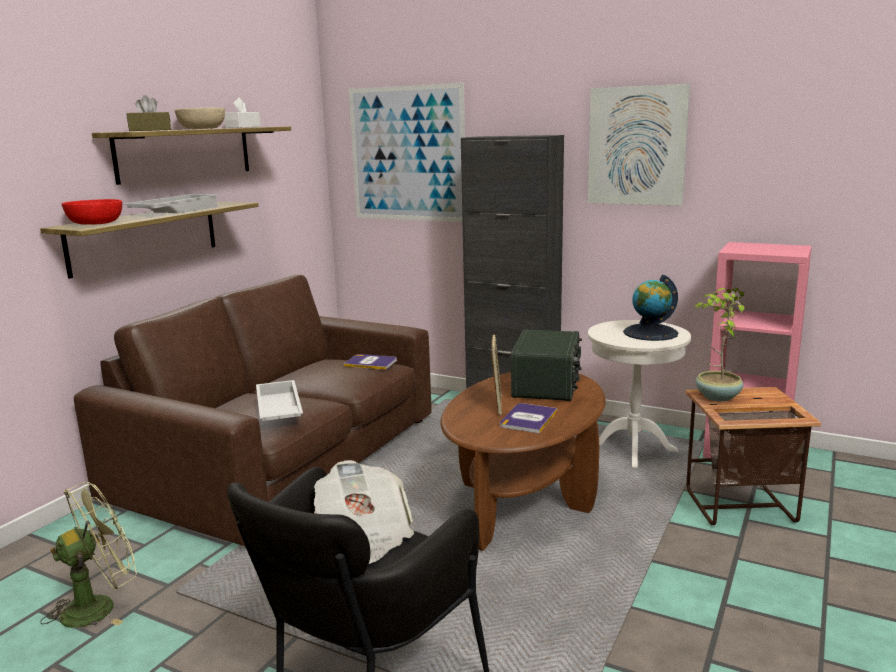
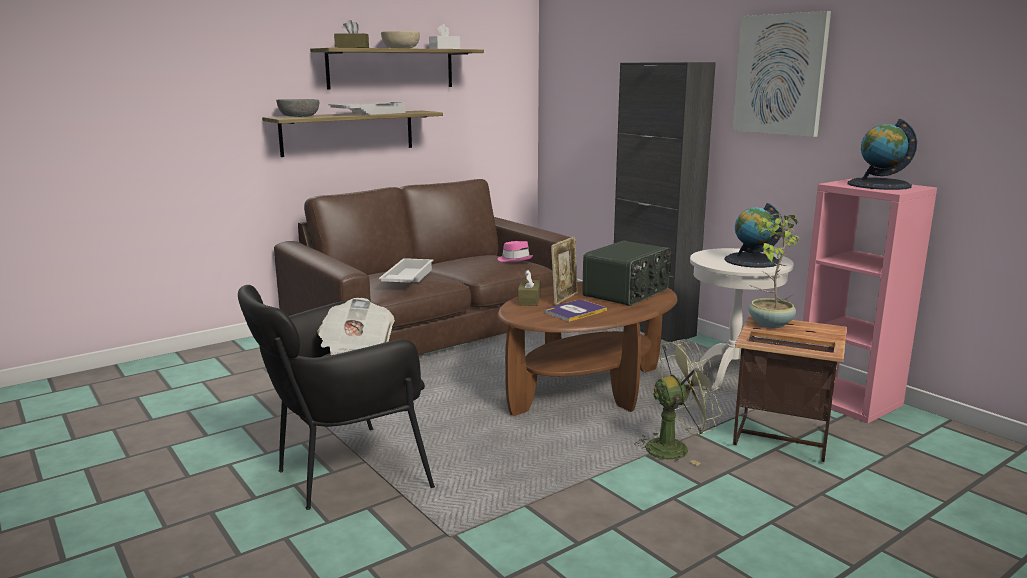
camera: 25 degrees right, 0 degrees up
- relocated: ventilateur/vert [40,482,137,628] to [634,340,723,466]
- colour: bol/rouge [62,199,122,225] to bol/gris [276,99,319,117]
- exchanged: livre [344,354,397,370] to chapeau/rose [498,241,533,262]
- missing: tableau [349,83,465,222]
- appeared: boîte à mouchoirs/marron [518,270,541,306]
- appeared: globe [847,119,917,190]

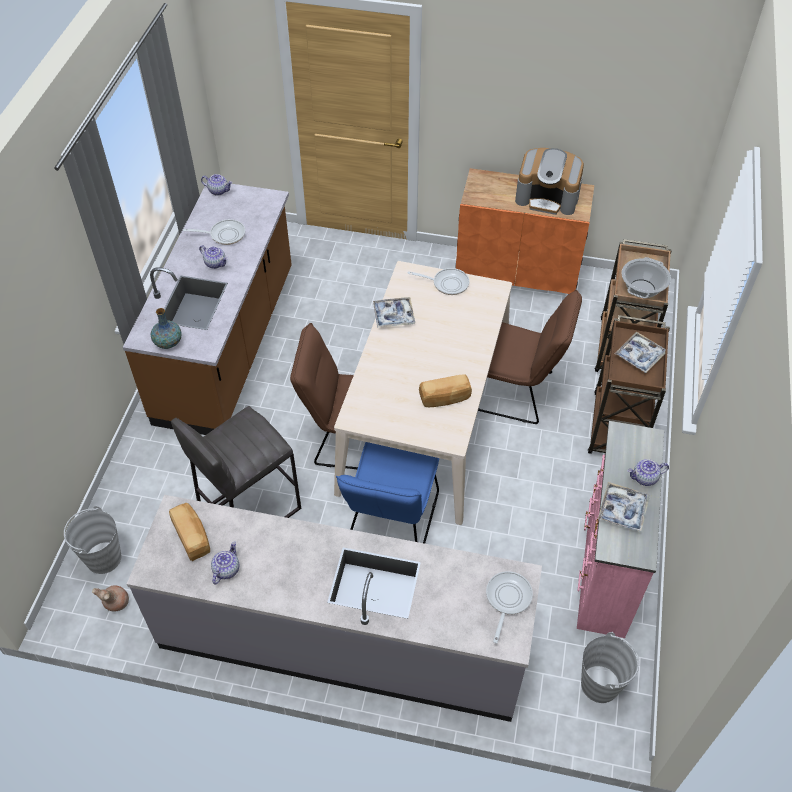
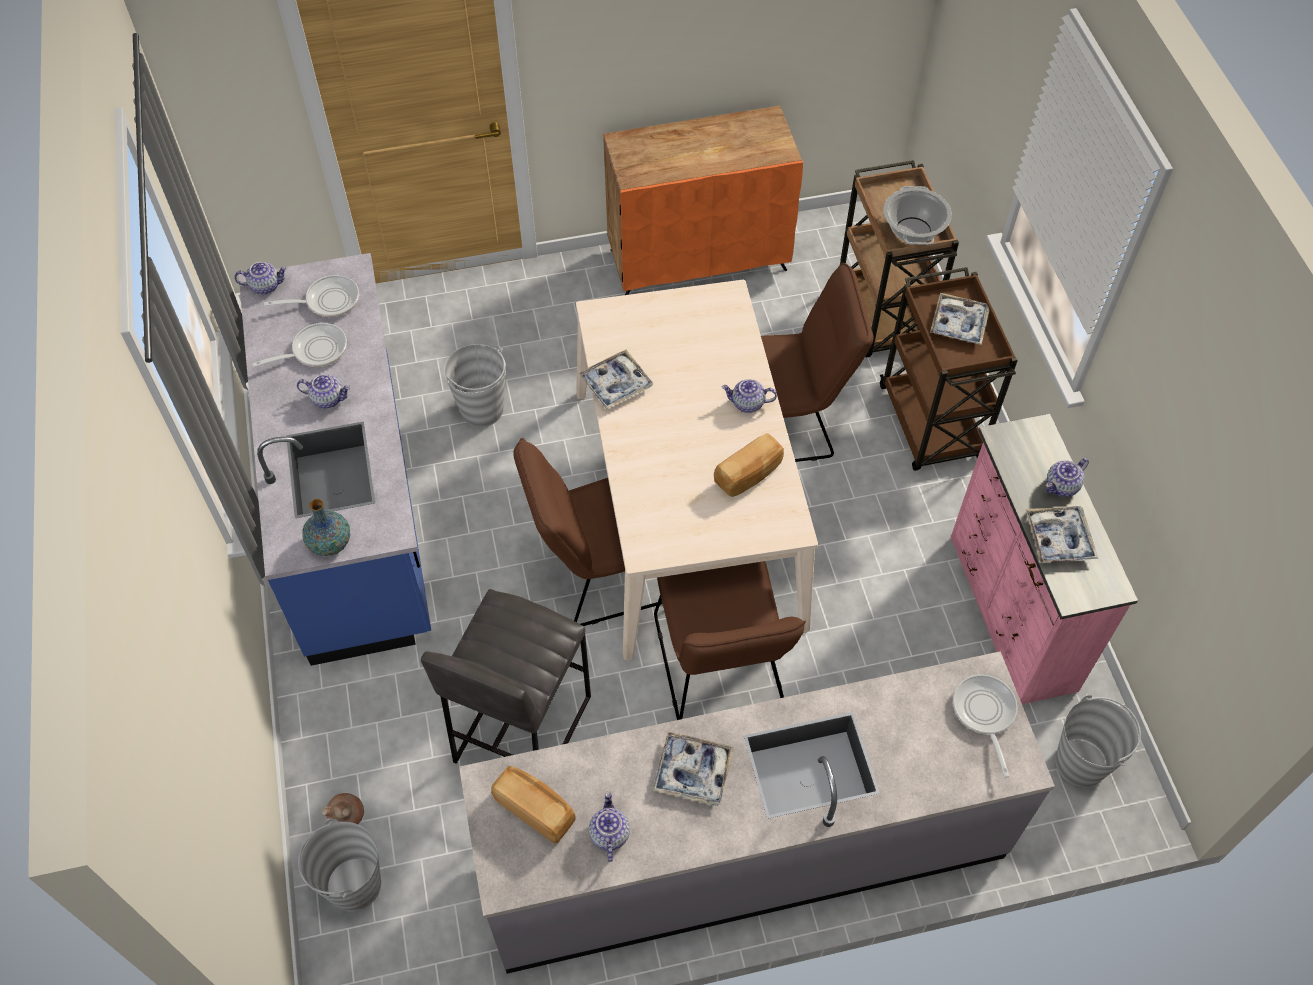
camera: 25 degrees left, 5 degrees up
- relocated: vase/marron [92,585,129,611] to [322,793,364,824]
- colour: comptoir de cuisine/marron [123,183,292,435] to comptoir de cuisine/bleu [239,253,431,666]
- colour: chaise/bleu [336,442,439,544] to chaise/marron [654,561,806,720]
- relocated: poêle [407,268,469,295] to [264,275,359,317]
- missing: machine à café [515,148,584,215]
- appeared: seau/gris [444,344,506,427]
- appeared: plateau [653,732,734,806]
- appeared: théière [721,379,777,413]

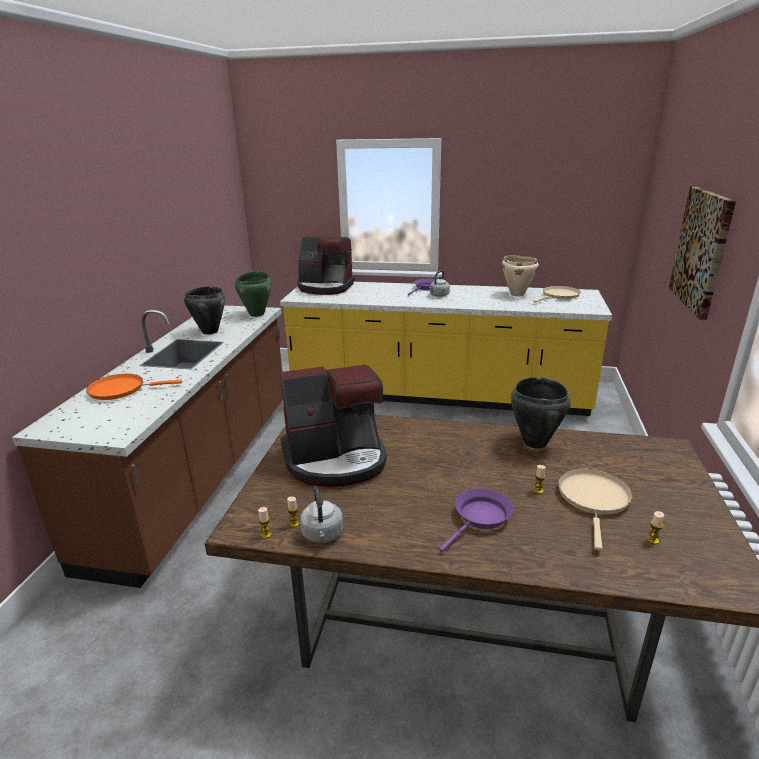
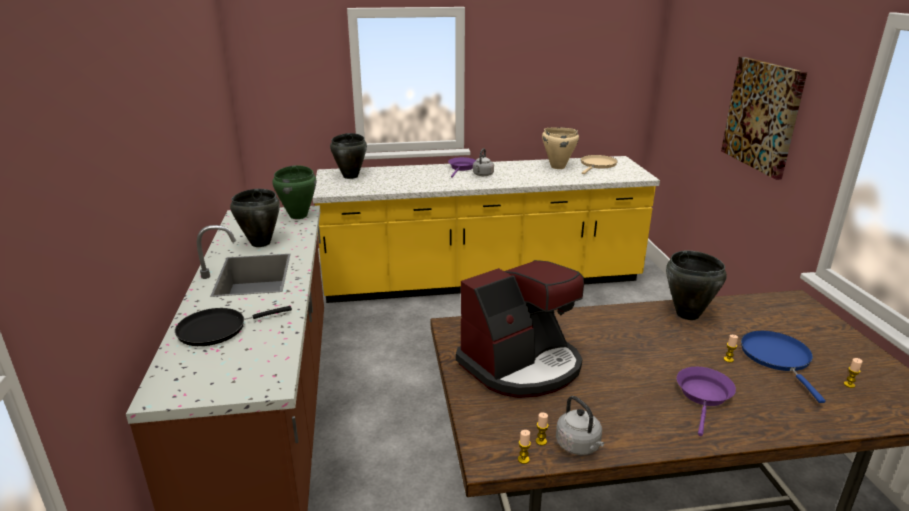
camera: 20 degrees left, 0 degrees up
- colour: poêle/orange [86,374,182,400] to poêle/noir [175,306,292,346]
- exchanged: machine à café [297,236,355,295] to marmite/noir [330,133,367,179]
- colour: poêle/beige [558,468,632,551] to poêle/bleu [741,331,826,403]

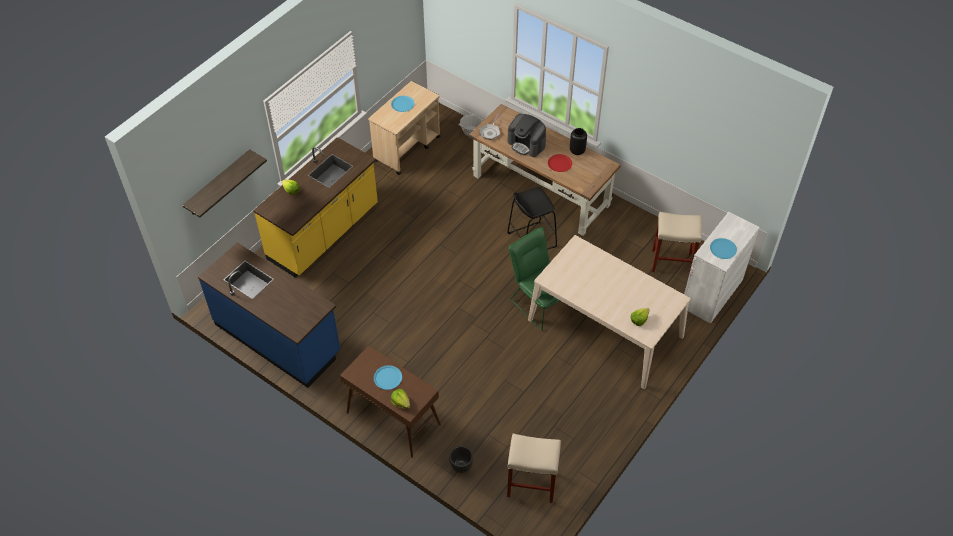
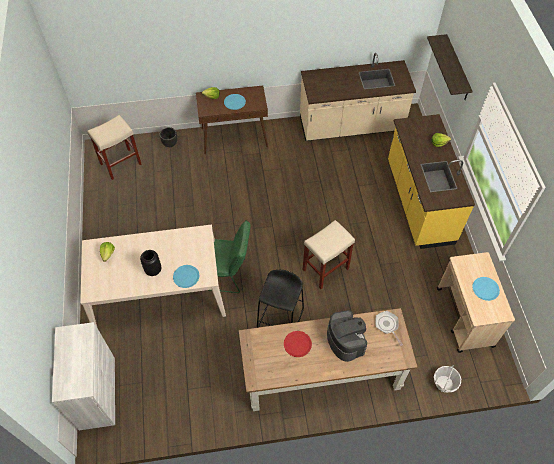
camera: 135 degrees right, 5 degrees up
- colour: comptoir de cuisine/bleu [198,242,340,388] to comptoir de cuisine/beige [300,53,416,141]
- spun: machine à café [508,114,546,157] = [327,310,367,362] 75 degrees clockwise
- relocated: vase/noir [570,128,587,155] to [140,250,161,276]
- relocated: tabouret/beige [652,212,702,274] to [303,220,355,289]
- relocated: assiette/bleu [710,238,737,259] to [173,265,199,288]

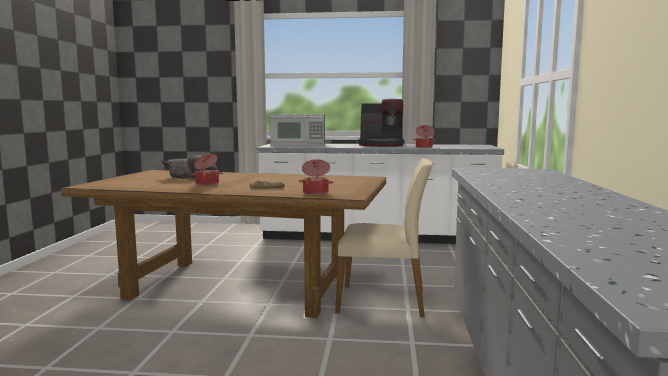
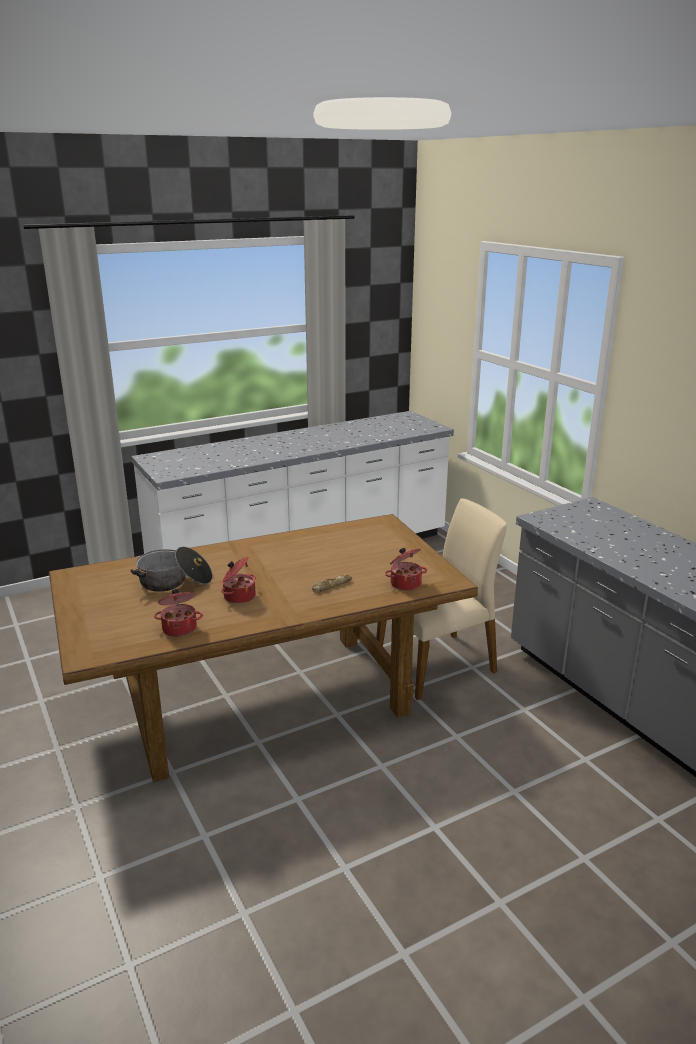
camera: 35 degrees left, 15 degrees up
- missing: micro-ondes [270,114,325,146]
- missing: machine à café [358,99,405,147]
- relocated: marmite [413,125,436,148] to [154,589,203,637]

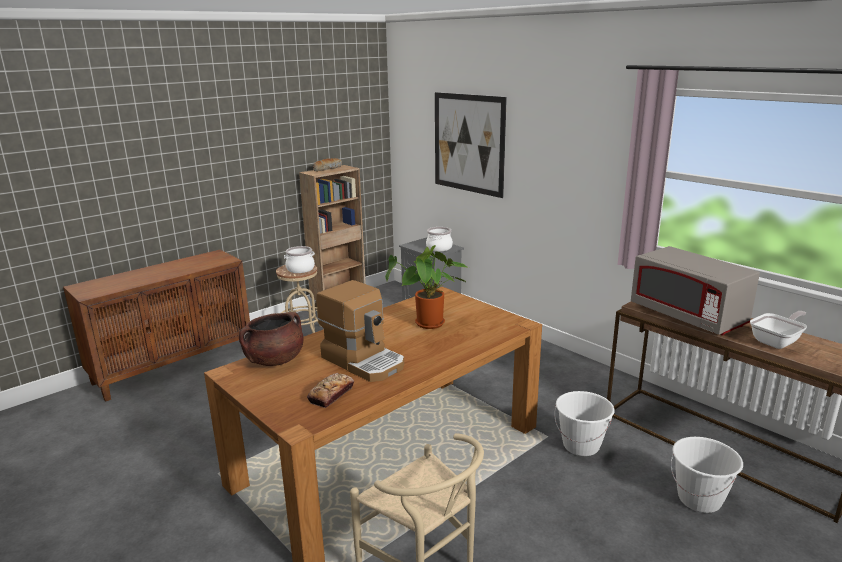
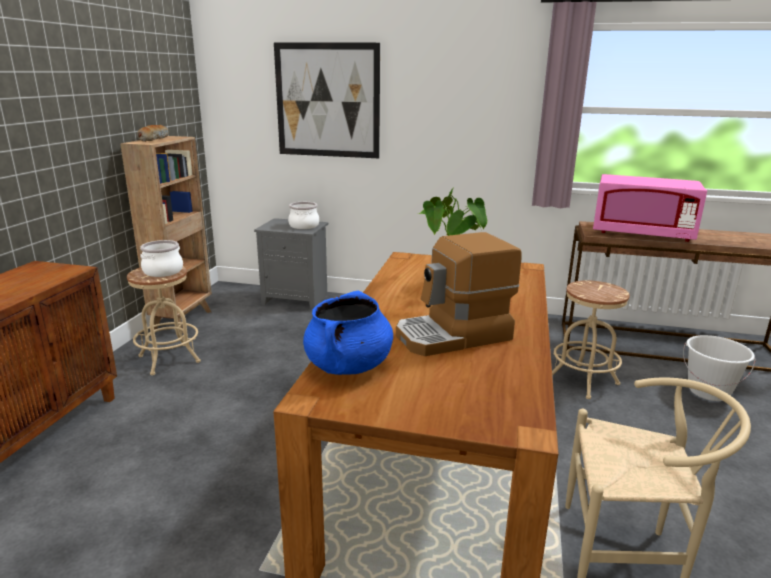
camera: 35 degrees left, 0 degrees up
- colour: marmite/marron [239,312,304,366] to marmite/bleu [303,291,393,375]
- missing: pain [307,373,354,408]
- spun: machine à café [316,280,404,382] = [396,232,522,356] 150 degrees clockwise
- exchanged: seau/blanc [554,391,615,456] to tabouret/beige [552,281,630,399]
- colour: micro-ondes/gris [631,246,760,335] to micro-ondes/rose [593,174,707,242]
- missing: poêle [750,311,807,349]

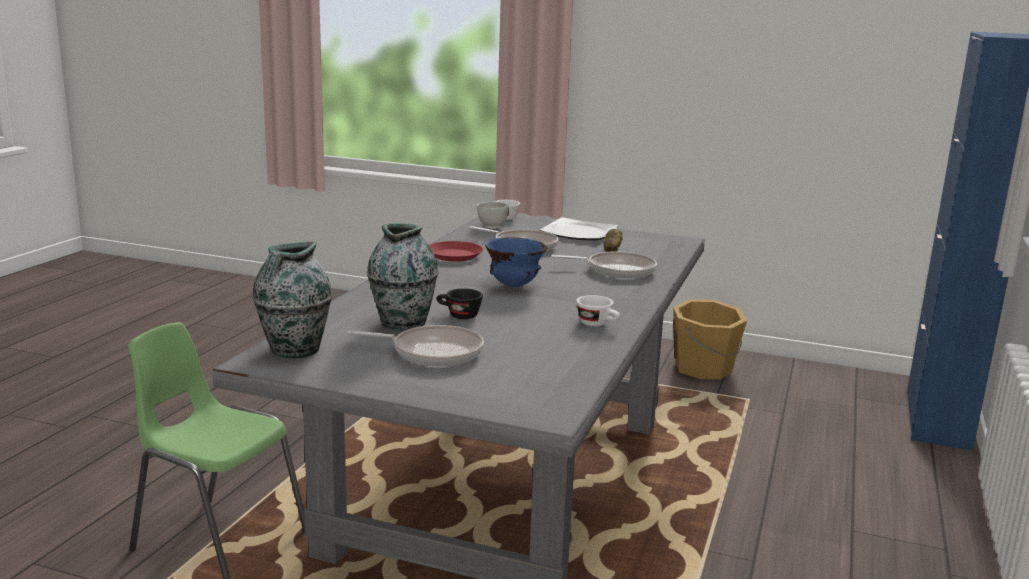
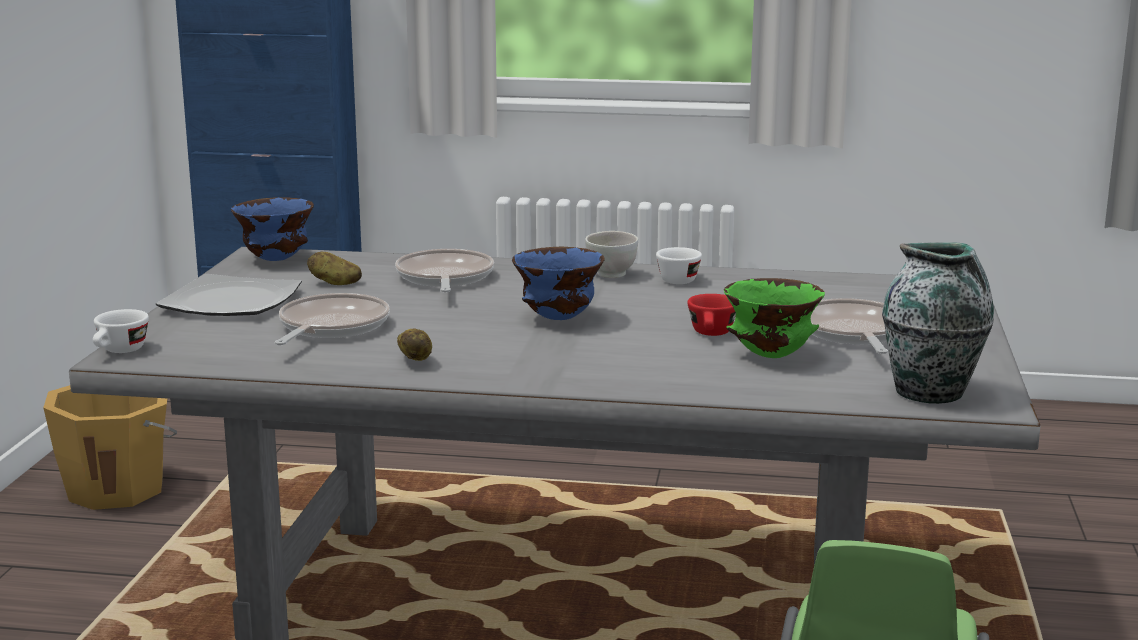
camera: 100 degrees left, 0 degrees up
- exchanged: vase [367,223,439,331] to bol/vert [724,278,825,358]
- exchanged: assiette/rouge [429,241,483,262] to pomme de terre [397,328,432,361]
- colour: tasse/noir [436,288,483,319] to tasse/rouge [687,294,736,336]
- relocated: bol/blanc [477,202,509,229] to [585,231,638,278]
- appeared: bol/bleu [231,197,314,261]

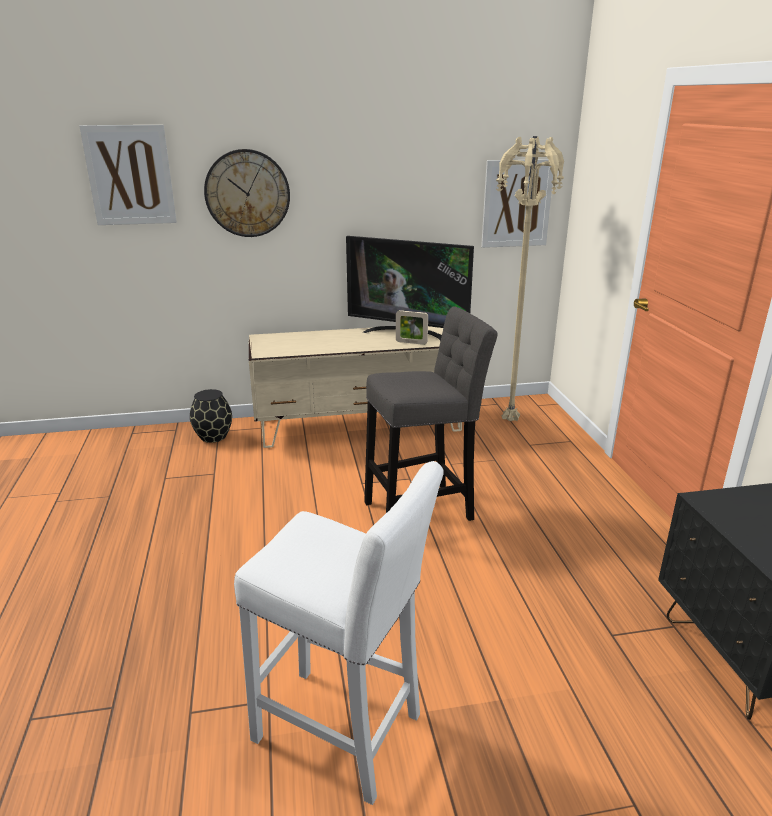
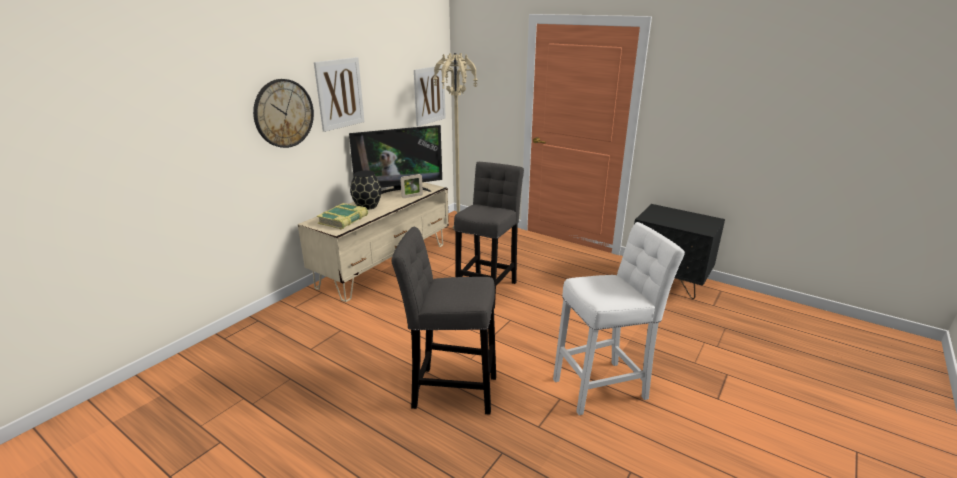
camera: 45 degrees left, 0 degrees up
- relocated: tableau [79,125,177,225] to [314,57,364,132]
- relocated: vase/noir [190,389,232,443] to [350,170,382,210]
- appeared: livre [317,203,368,229]
- appeared: tabouret/gris [391,227,496,415]

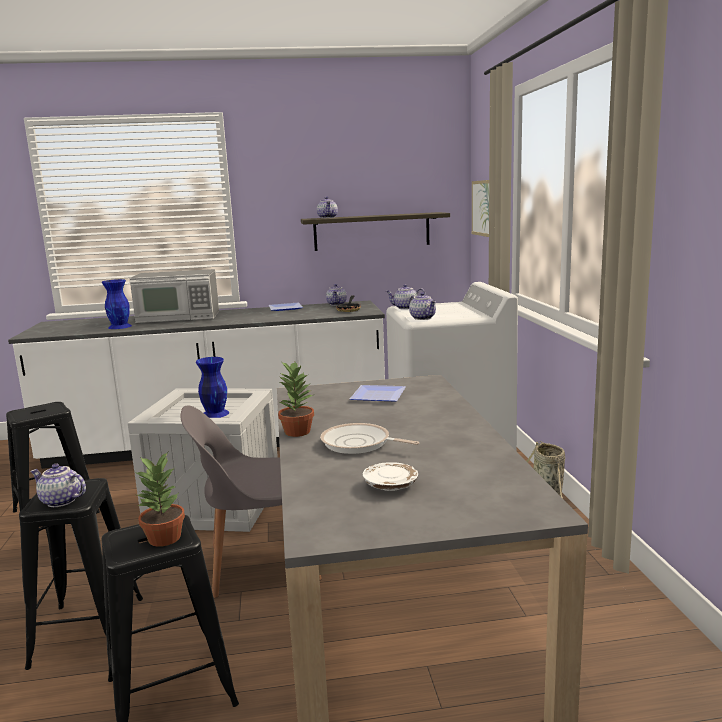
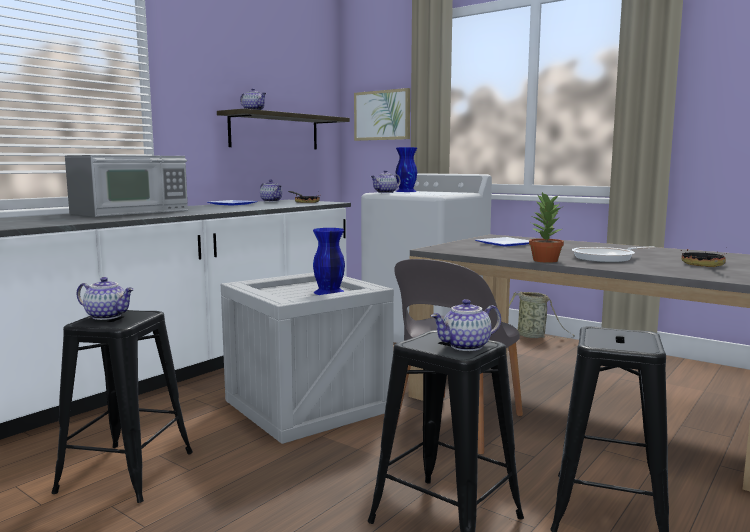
camera: 45 degrees left, 5 degrees down
- relocated: vase/bleu [101,279,132,329] to [396,147,417,192]
- missing: plante en pot [135,452,185,547]
- exchanged: assiette/blanc [363,462,418,491] to poêle [681,249,726,267]
- relocated: théière [409,292,436,320] to [76,277,134,320]

